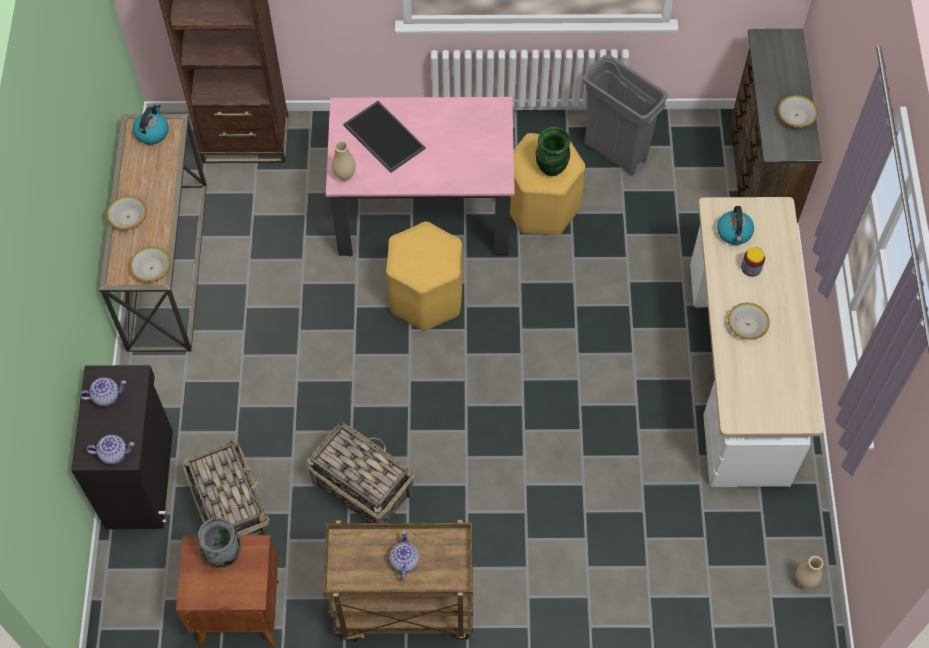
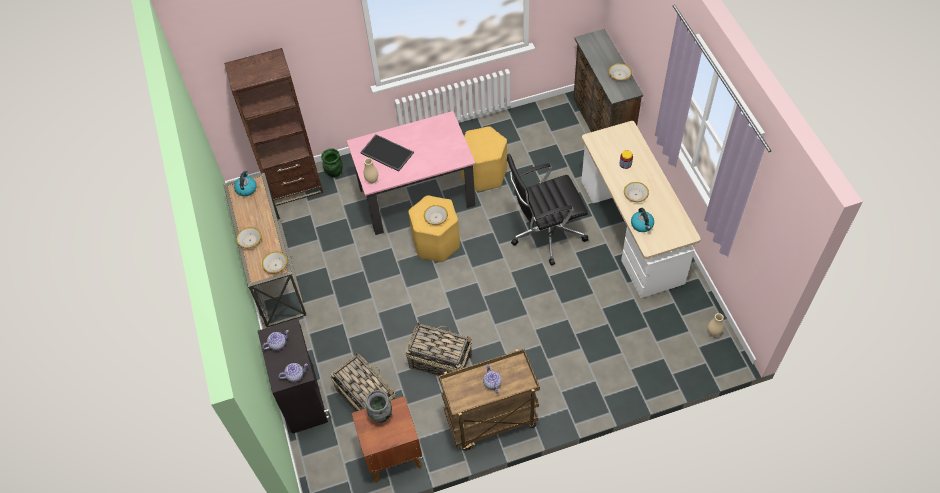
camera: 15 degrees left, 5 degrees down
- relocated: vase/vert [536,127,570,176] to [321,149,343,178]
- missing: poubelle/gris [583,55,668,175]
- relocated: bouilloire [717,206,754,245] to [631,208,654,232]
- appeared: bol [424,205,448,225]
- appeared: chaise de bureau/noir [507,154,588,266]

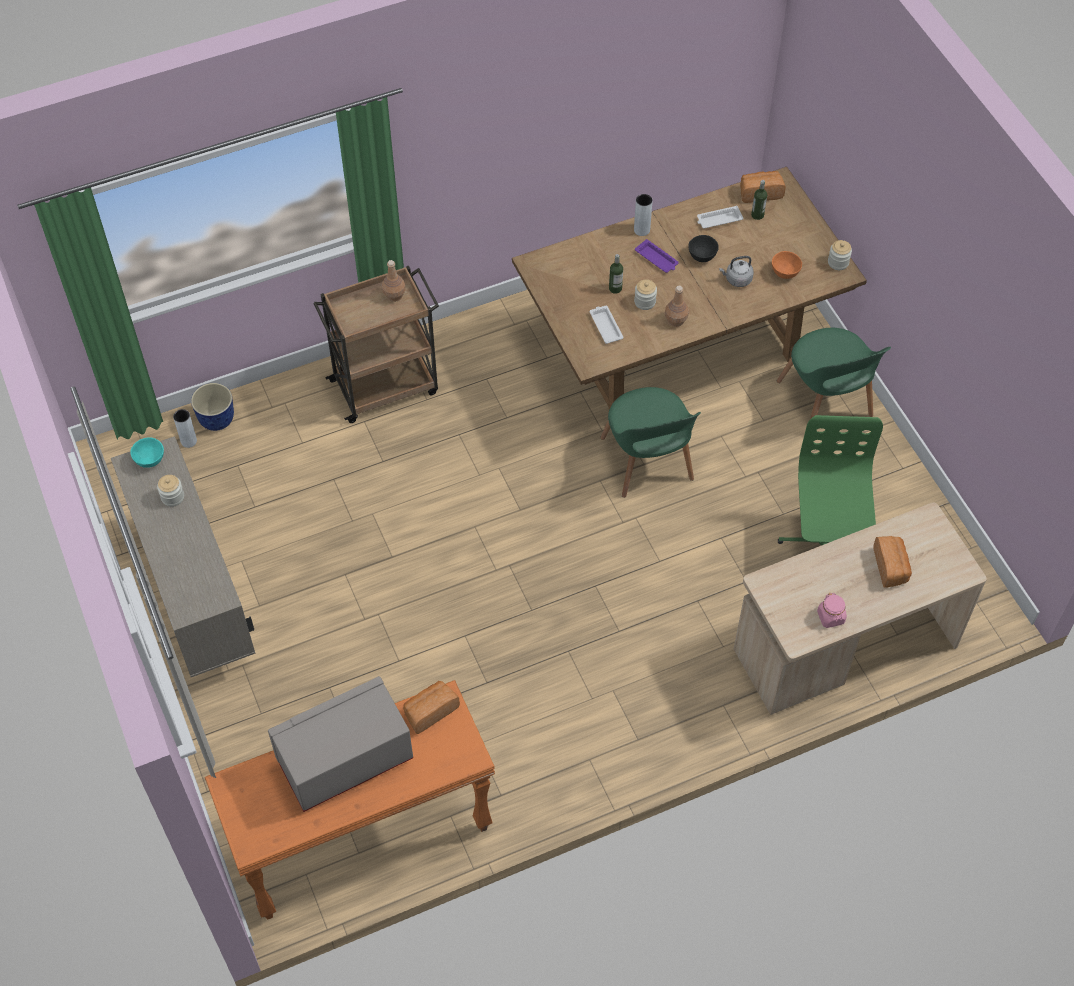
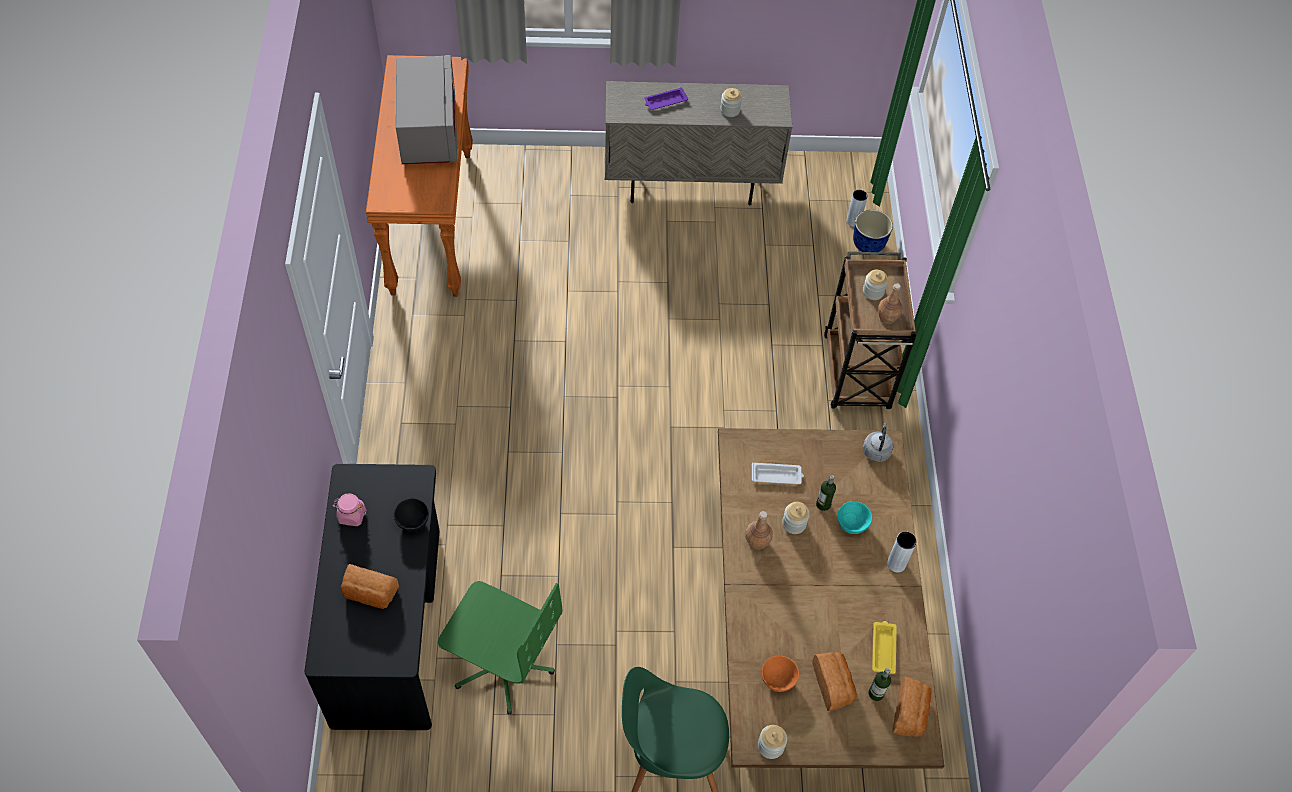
camera: 110 degrees right, 0 degrees up
- relocated: bol/turquoise [130,437,164,468] to [838,501,872,534]
- relocated: pain [403,681,460,734] to [813,652,857,711]
- missing: chaise/vert [600,387,701,498]
- relocated: plateau/violet [635,239,679,273] to [644,87,688,110]
- relocated: bol/noir [688,235,719,262] to [394,498,429,532]
- colour: plateau/blanc [697,206,743,228] to plateau/jaune [872,621,897,674]
- relocated: bouilloire/gris [719,256,754,287] to [863,423,894,462]
- colour: bureau/beige [734,502,987,715] to bureau/noir [305,464,440,730]
- appeared: bocal [863,270,888,300]

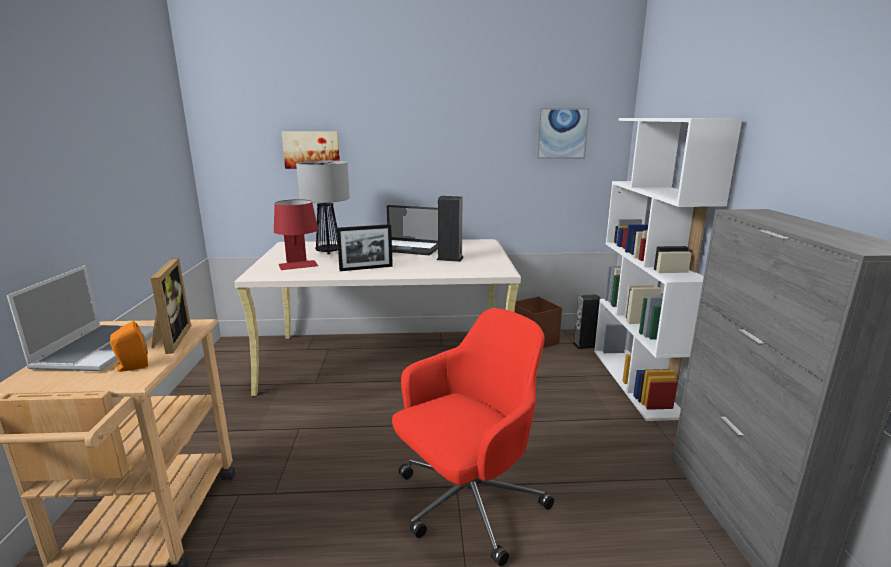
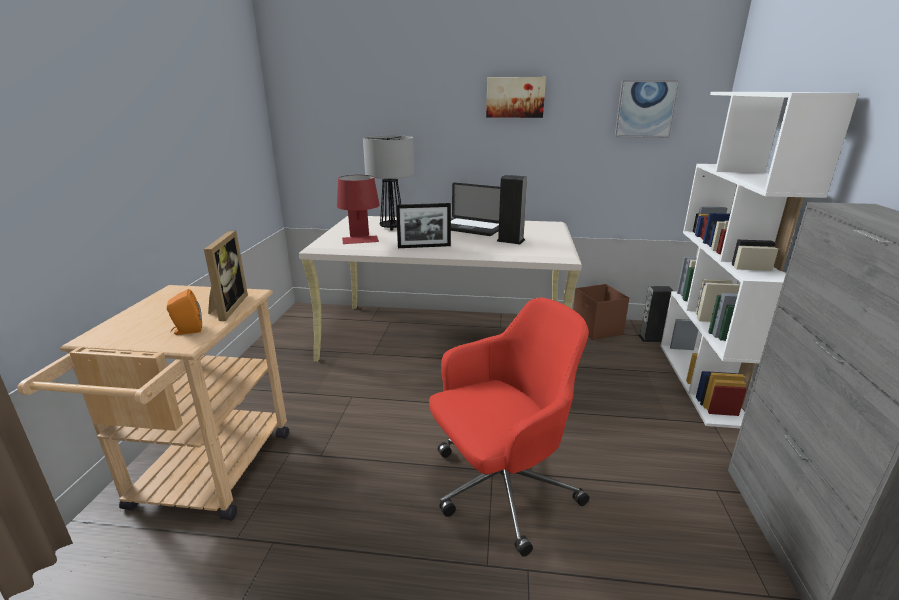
camera: 10 degrees right, 5 degrees up
- missing: ordinateur portable [7,265,154,371]
- relocated: tableau [282,132,340,169] to [486,77,546,118]

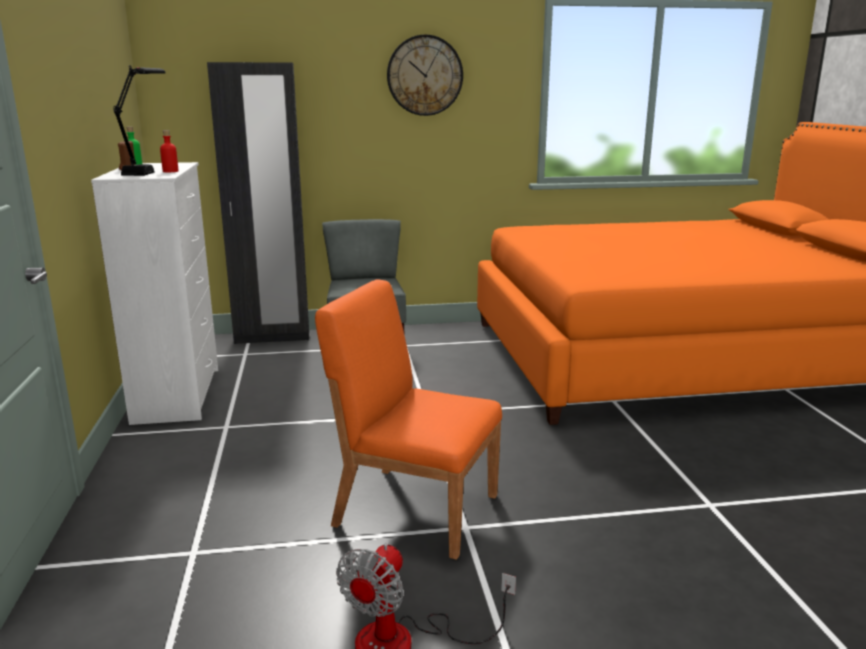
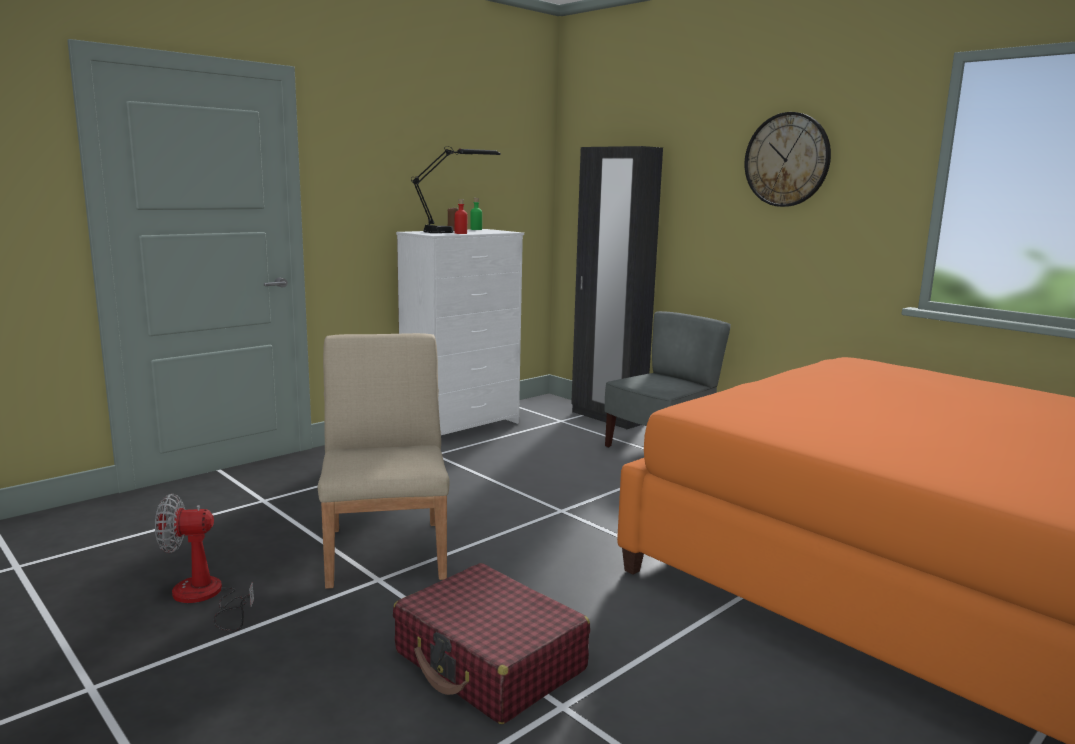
camera: 55 degrees right, 5 degrees down
- colour: chaise/orange [315,279,502,560] to chaise/beige [318,333,450,589]
- appeared: valise/rouge [393,563,590,724]

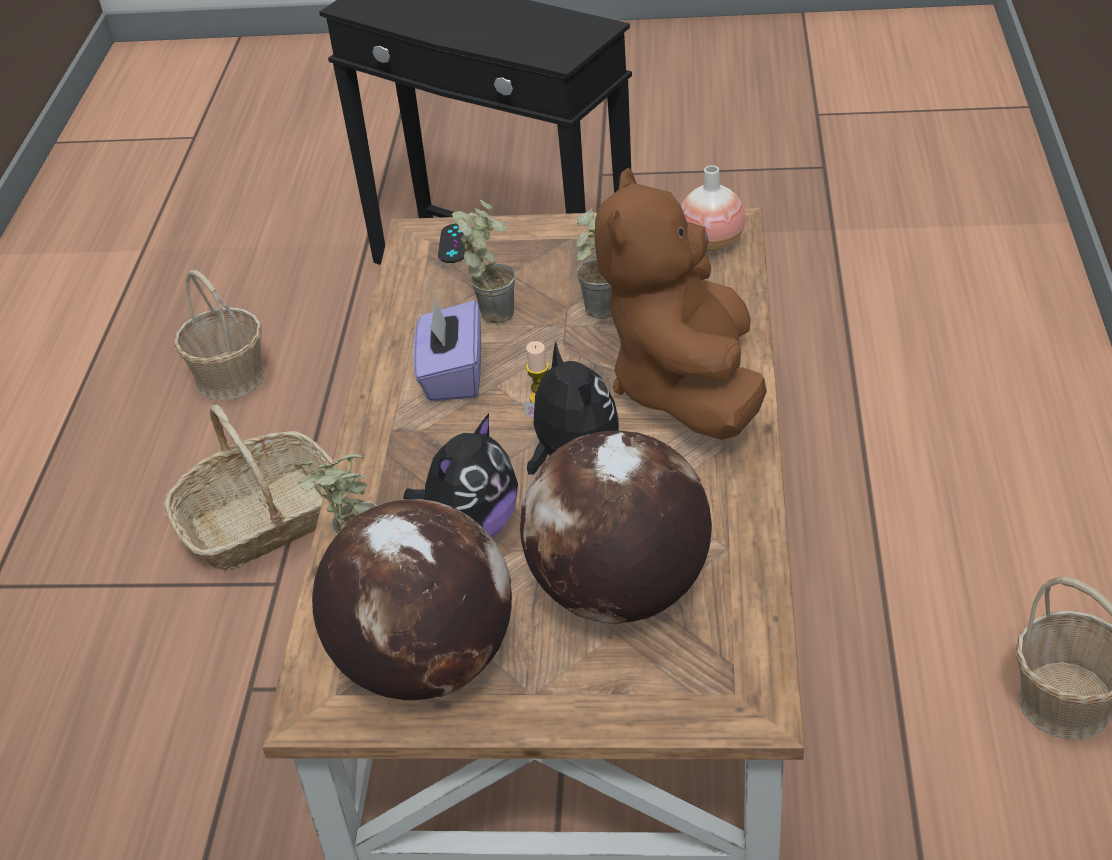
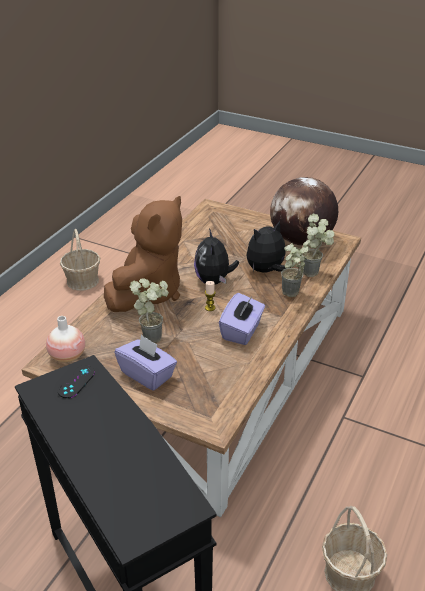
camera: 160 degrees left, 5 degrees down
- missing: panier [164,405,333,570]
- relocated: manette/noir [438,224,467,263] to [58,365,95,398]
- relocated: plante en pot [452,200,516,324] to [281,238,311,297]
- missing: globe [520,431,712,624]
- appeared: boîte à mouchoirs/violet [114,334,177,391]

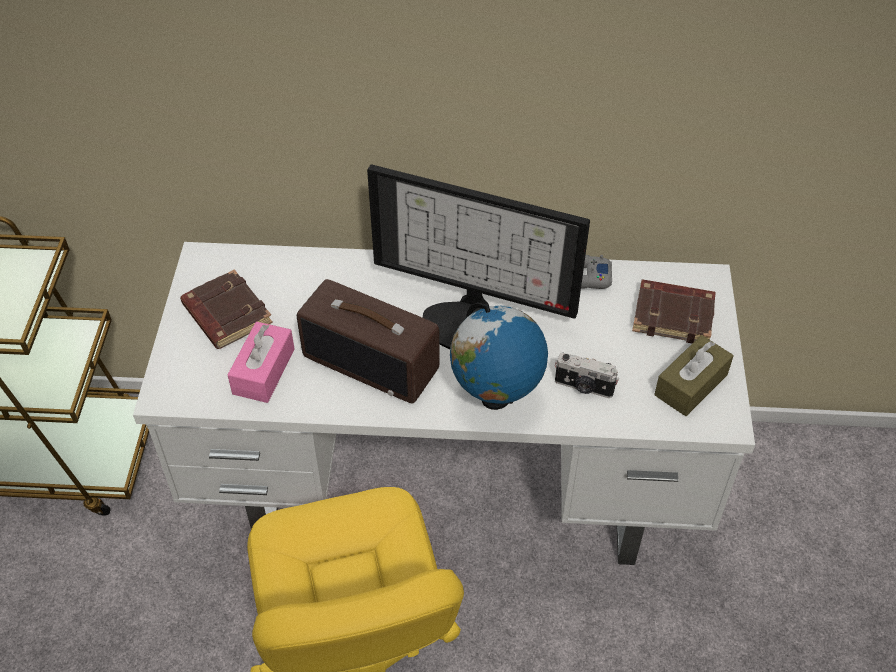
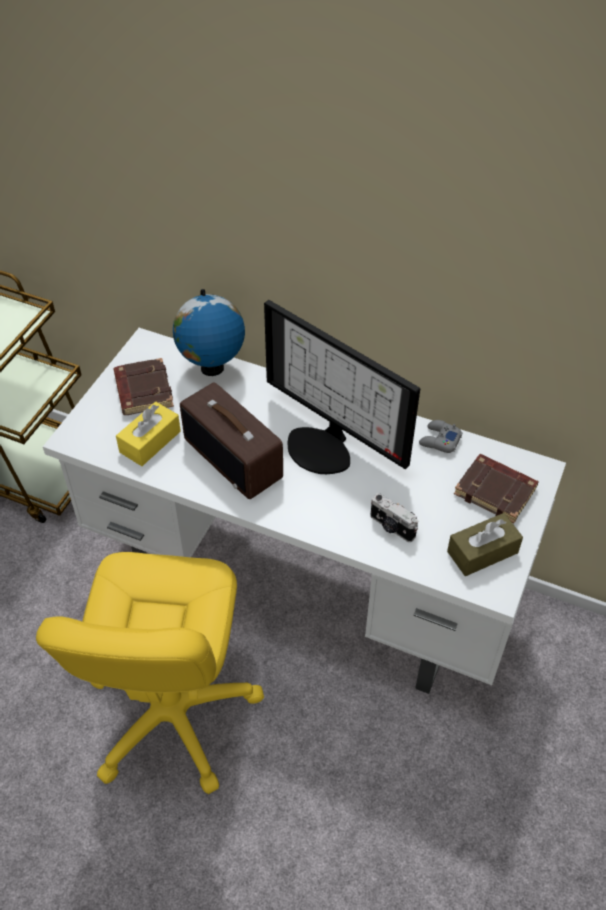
camera: 20 degrees right, 0 degrees up
- colour: boîte à mouchoirs/rose [228,322,294,403] to boîte à mouchoirs/jaune [116,402,181,466]
- relocated: globe [450,303,548,410] to [173,289,245,376]

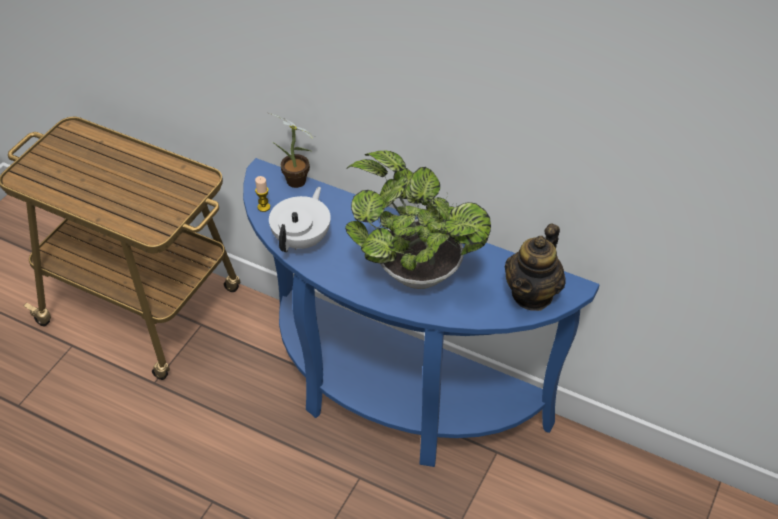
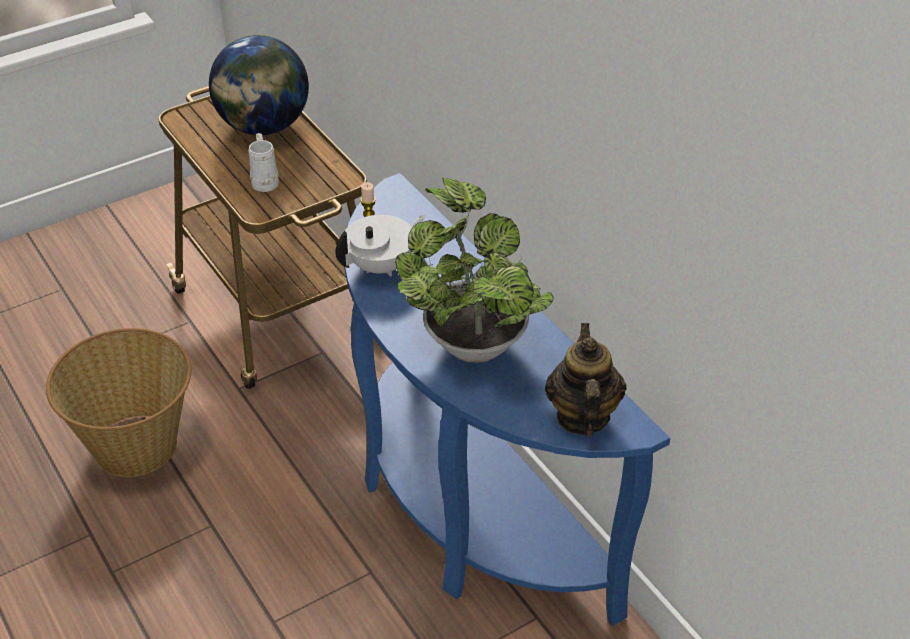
camera: 30 degrees right, 5 degrees down
- missing: plante en pot [269,113,313,188]
- spun: théière [505,224,566,311] = [545,323,627,437] 120 degrees clockwise
- appeared: panier [46,328,191,477]
- appeared: globe [209,35,309,135]
- appeared: mug/blanc [249,133,279,192]

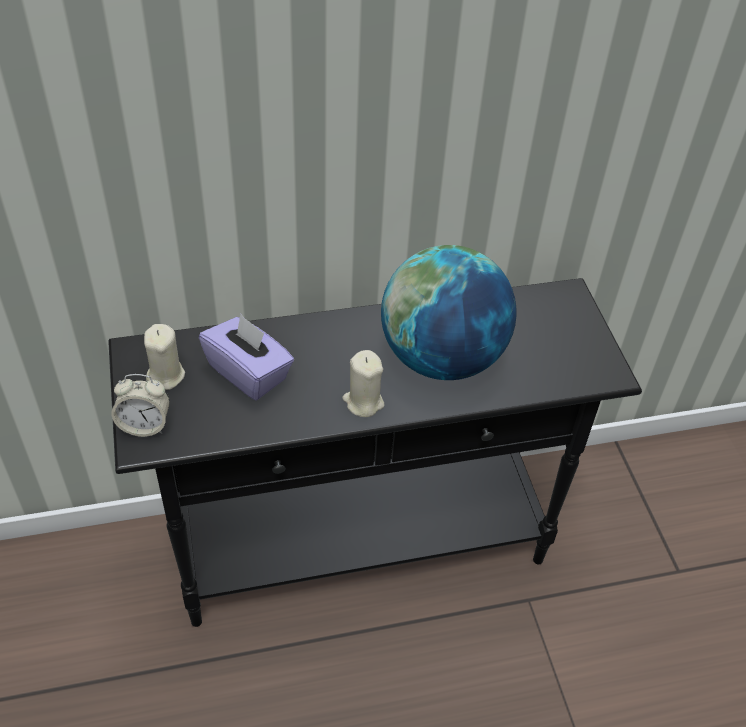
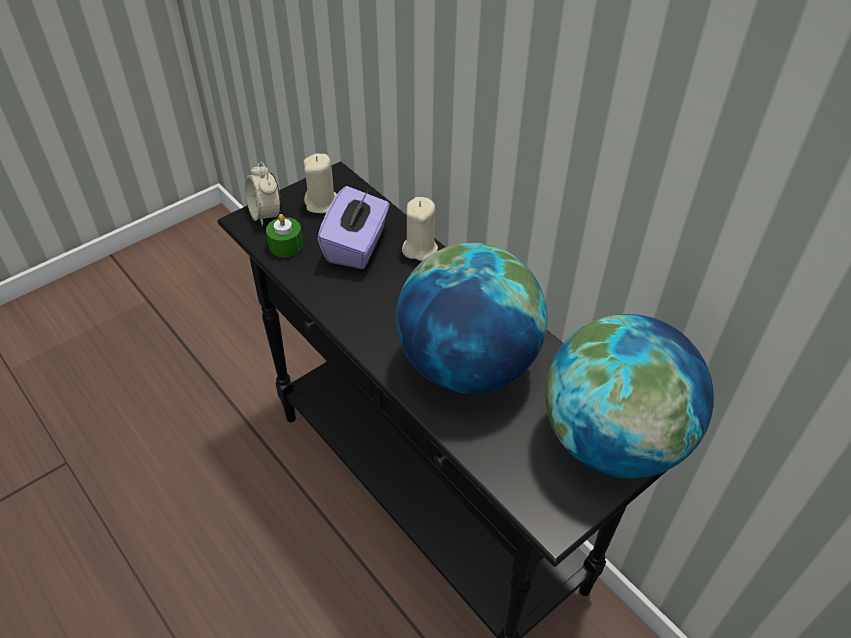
camera: 65 degrees right, 0 degrees up
- relocated: bougie/beige [342,350,384,417] to [402,197,438,261]
- appeared: bougie/vert [266,214,303,257]
- appeared: globe [545,314,714,478]

